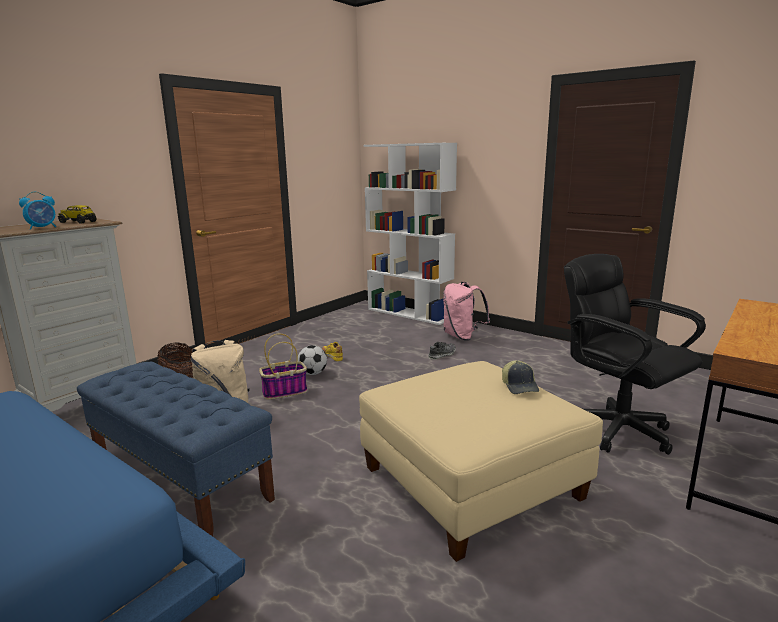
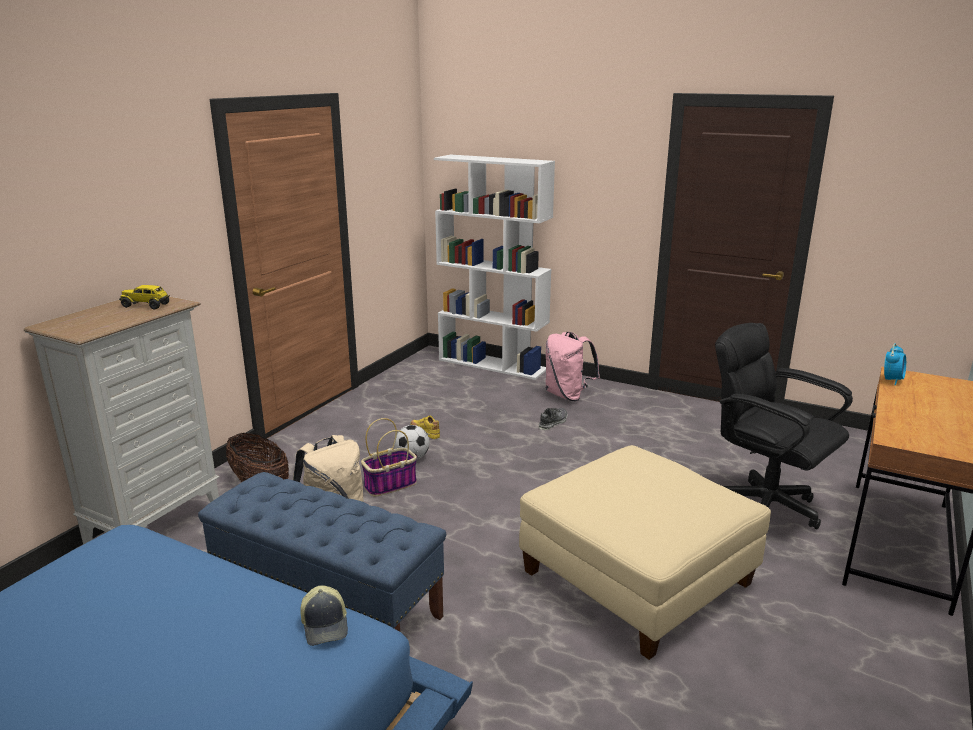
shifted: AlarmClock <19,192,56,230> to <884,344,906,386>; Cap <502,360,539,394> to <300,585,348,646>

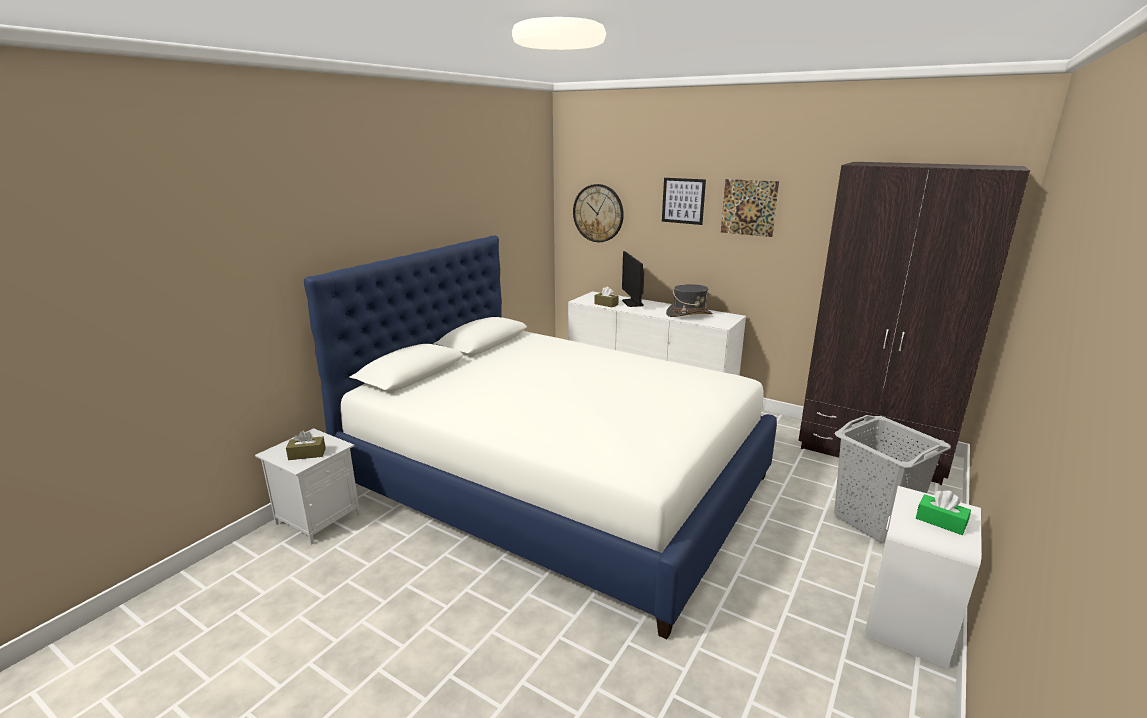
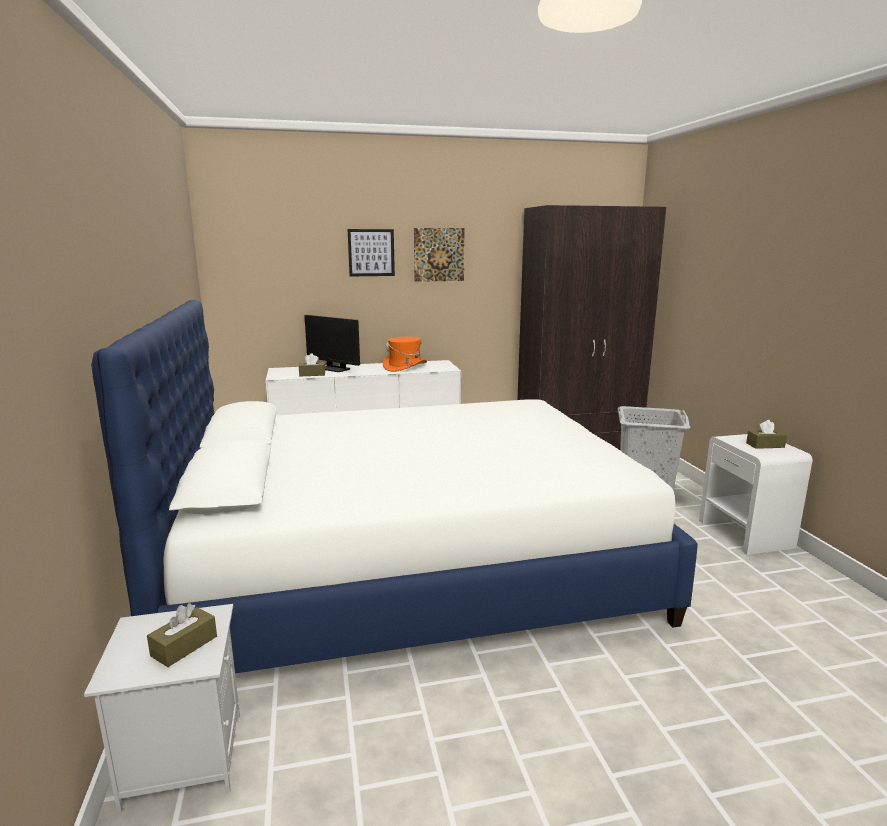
gone: WallClock <573,184,624,242>
repainted: GreyHat <666,284,713,317> to OrangeHat <383,337,427,372>; GreenTissueBox <916,490,971,535> to BrownTissueBox <746,420,787,449>

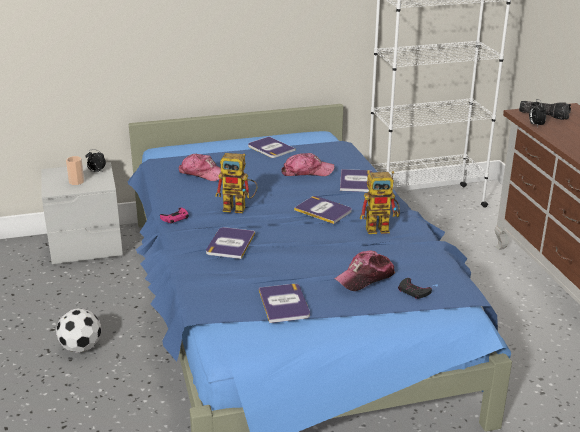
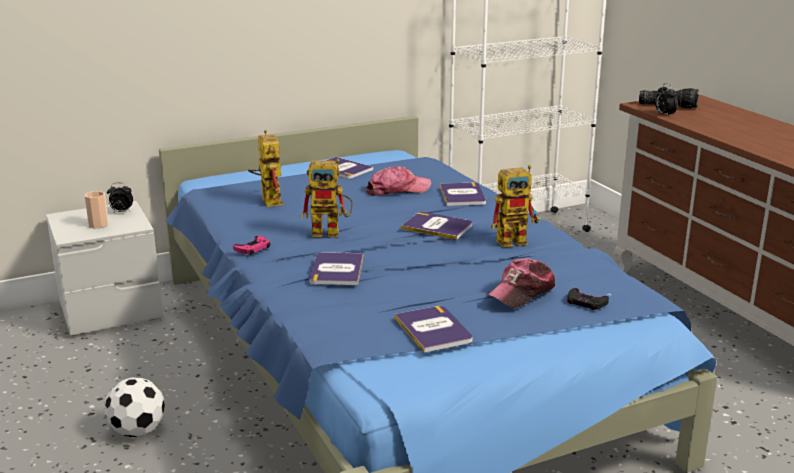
swapped: Cap <179,154,221,181> to ToyRobot <248,130,284,207>

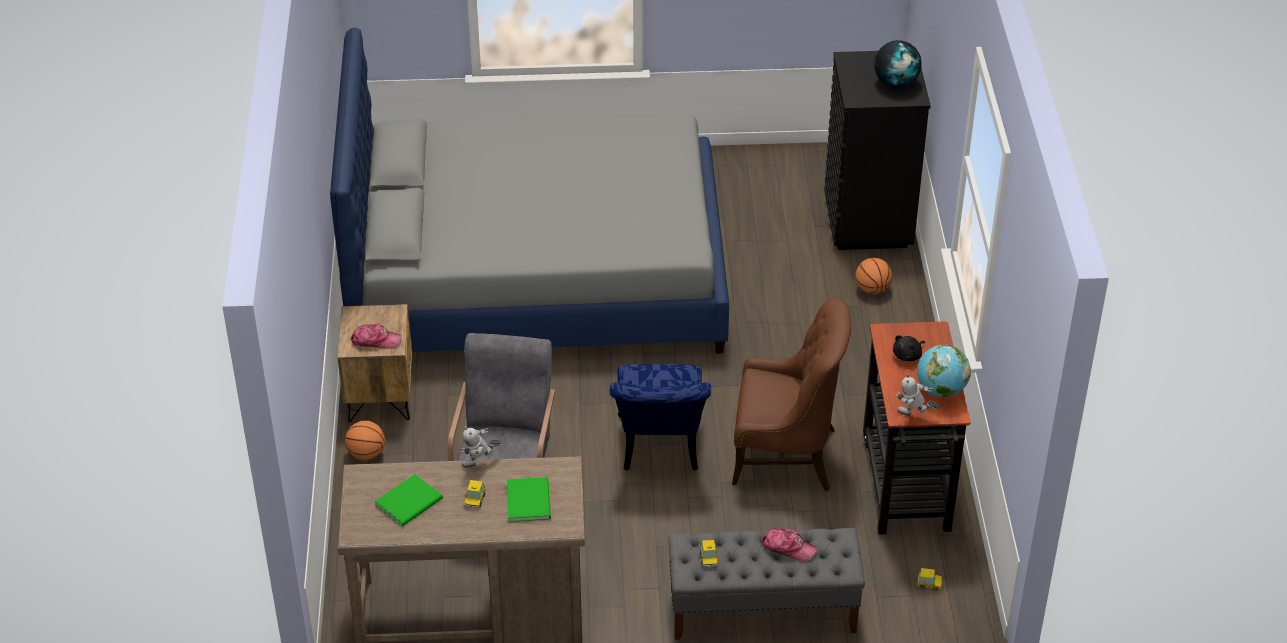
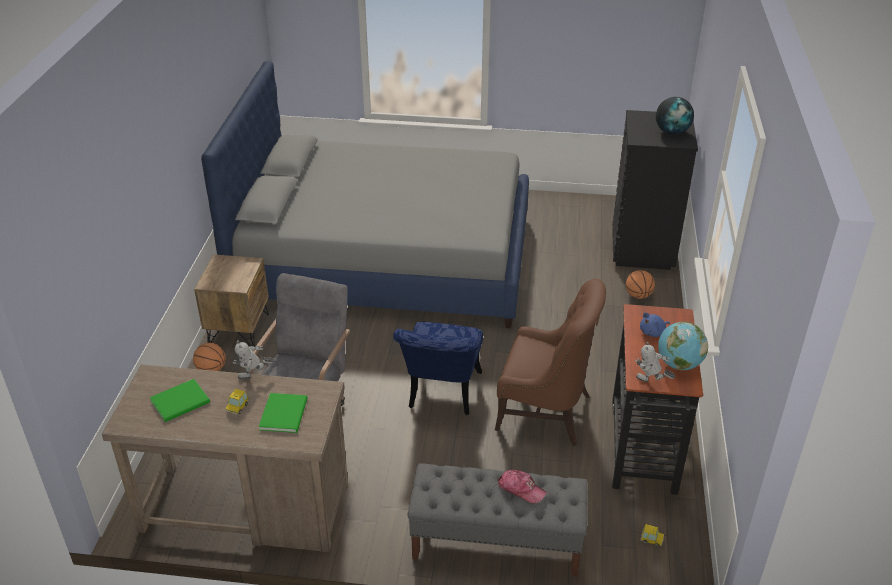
gone: Cap <351,324,402,349>; ToyCar <700,540,719,567>
repainted: BlackPlushToy <893,335,925,361> to BluePlushToy <640,312,670,337>

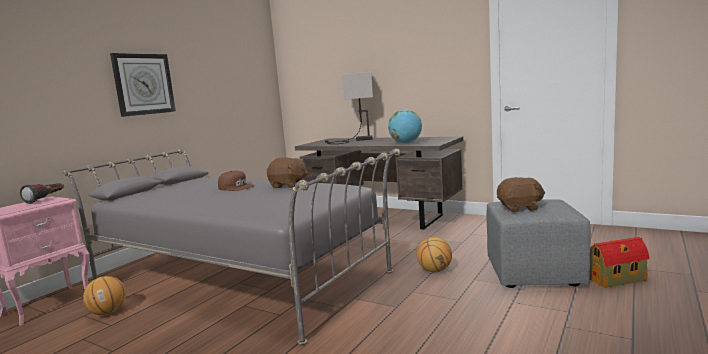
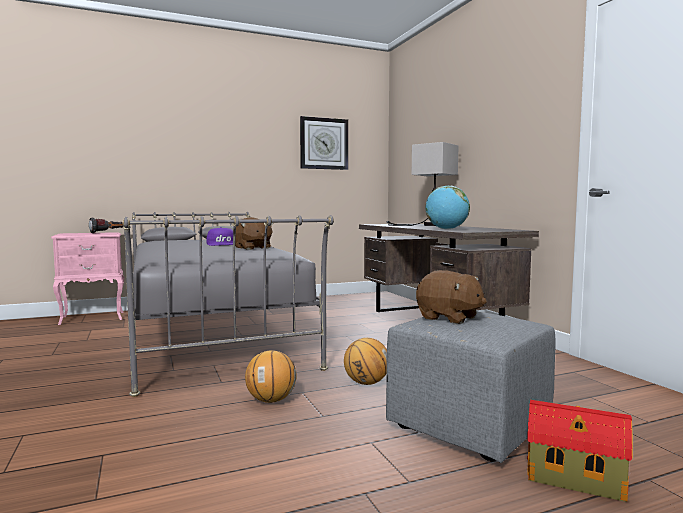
shifted: Basketball <83,276,126,315> to <245,350,297,403>; WallClock <110,53,176,117> to <300,116,348,170>
repainted: BrownCap <218,171,255,191> to PurpleCap <206,227,233,246>

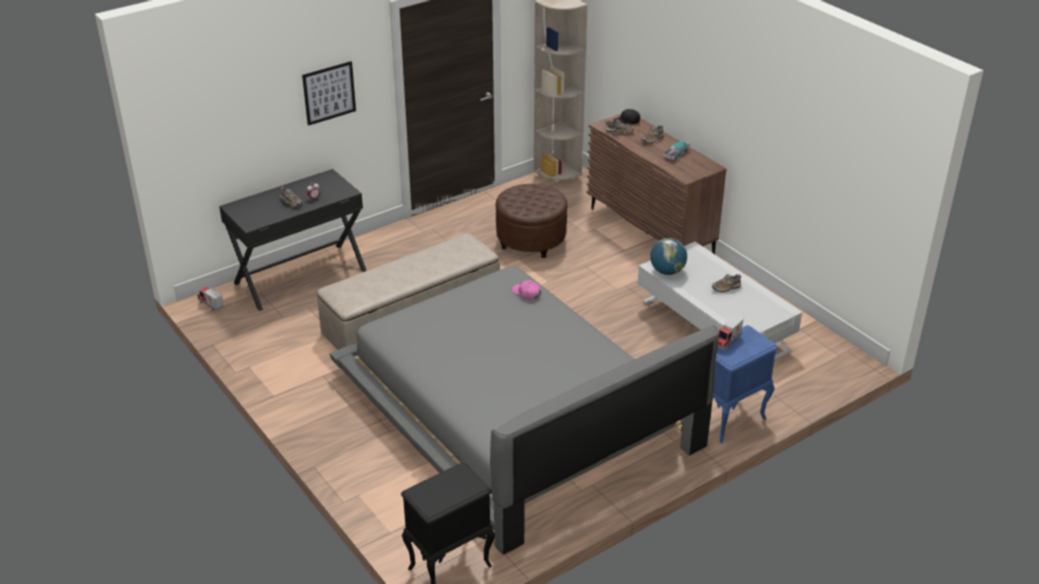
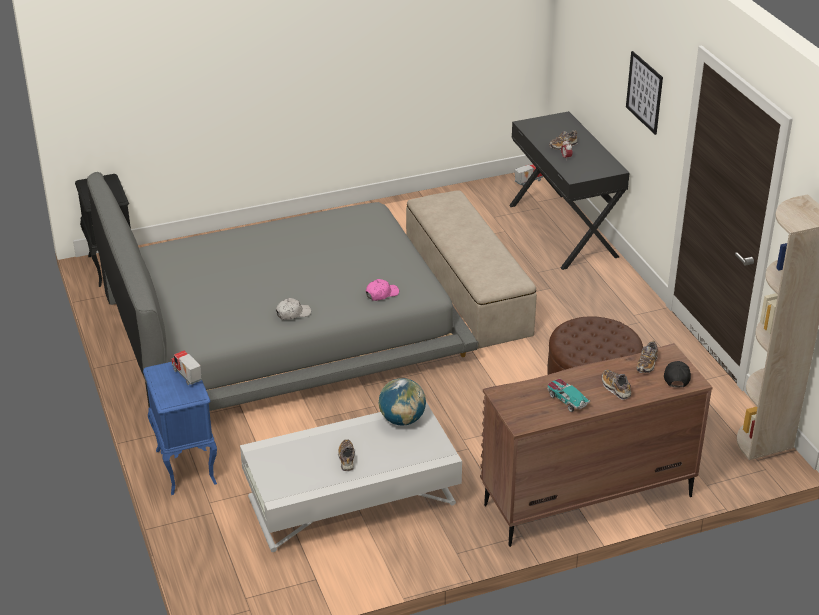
new: WhiteCap <276,298,311,320>

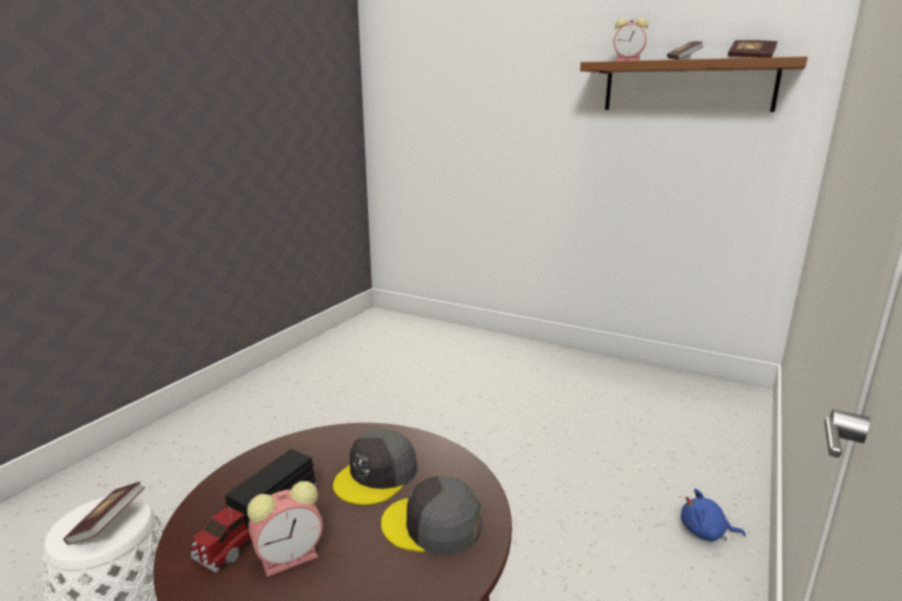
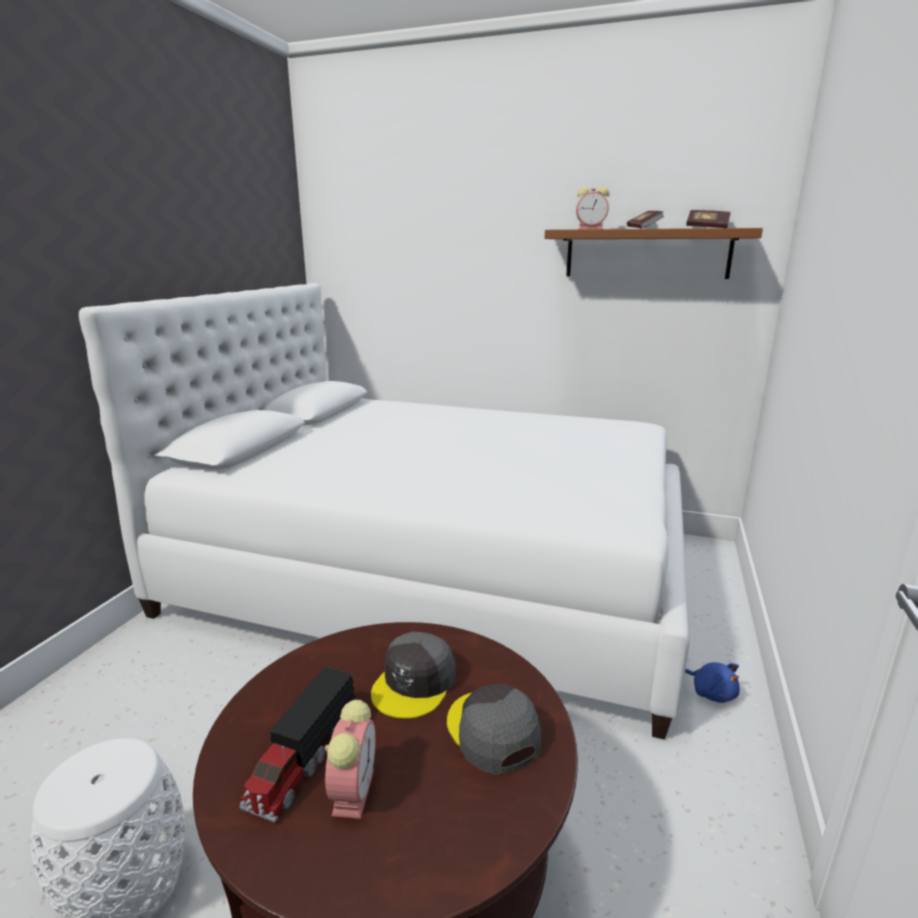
gone: Book <63,482,145,545>
new: WhiteBed <79,283,690,740>
rotated: AlarmClock <247,481,323,577> = <325,700,376,819> 45 degrees counterclockwise; GreyCap <381,476,482,555> = <447,684,541,774> 60 degrees clockwise; BluePlushToy <681,489,746,541> = <685,662,740,703> 135 degrees counterclockwise

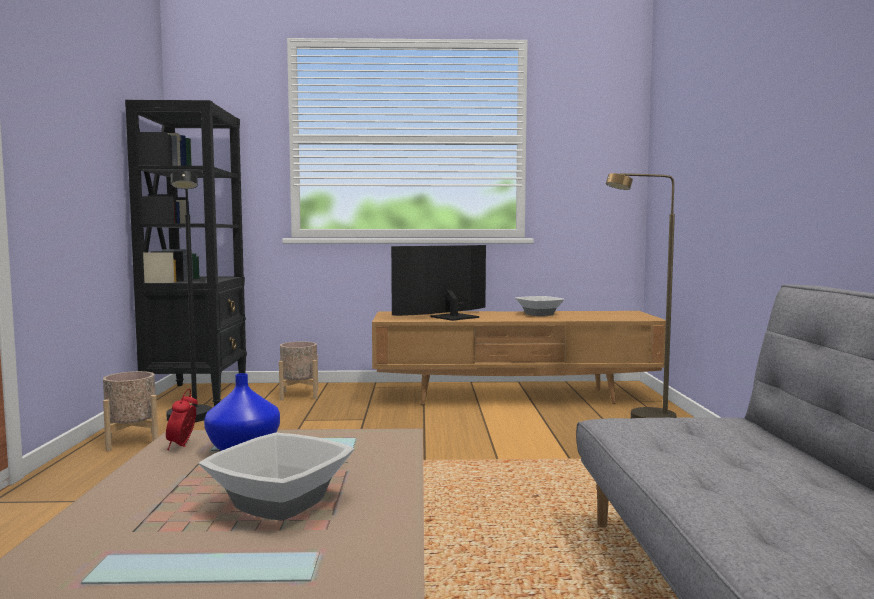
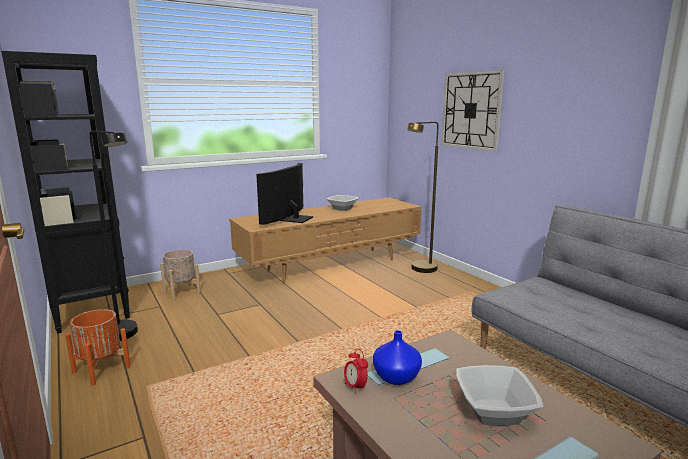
new: WallClock <441,70,505,151>
repainted: BeigePlanter <103,371,158,451> to OrangePlanter <65,309,131,385>

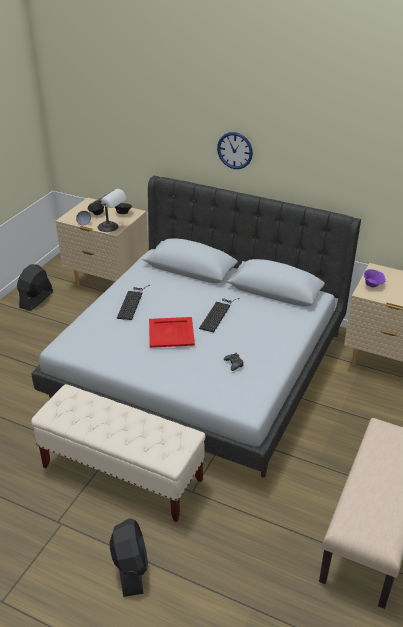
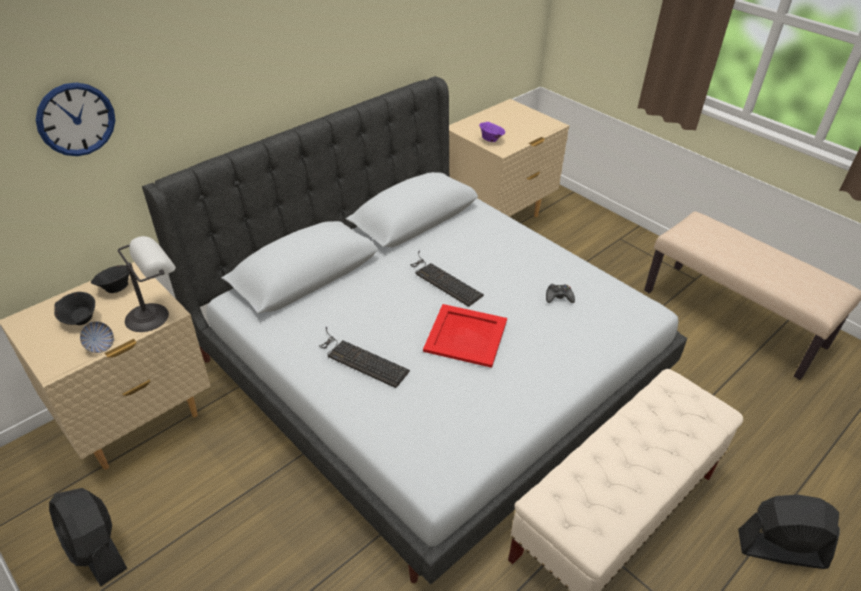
shifted: WallClock <217,132,253,169> to <36,82,115,156>

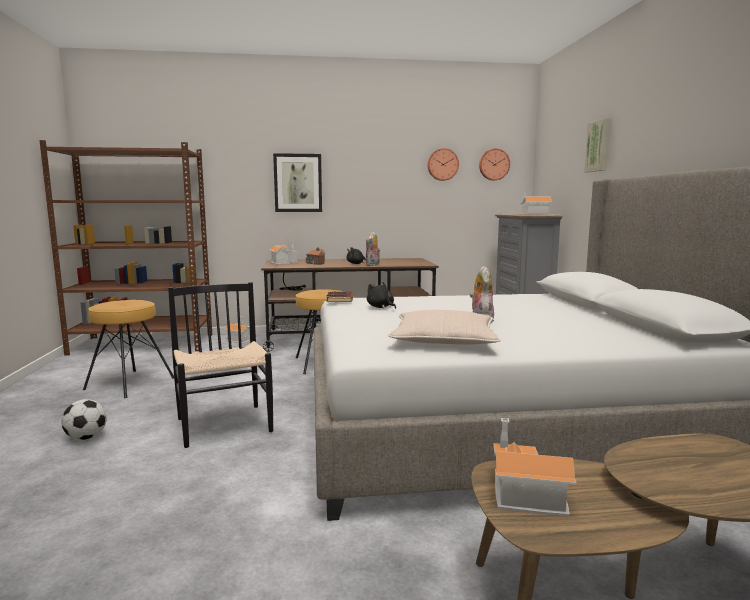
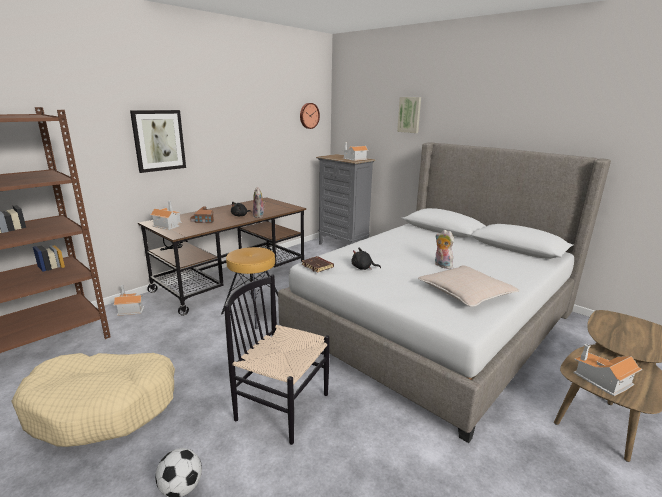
gone: WallClock <428,148,459,181>
swapped: BrownStool <83,300,174,398> to BeigeDogBed <11,353,175,447>

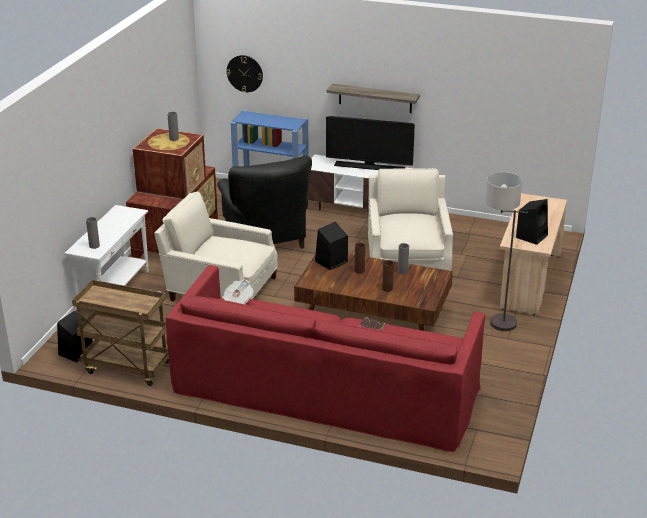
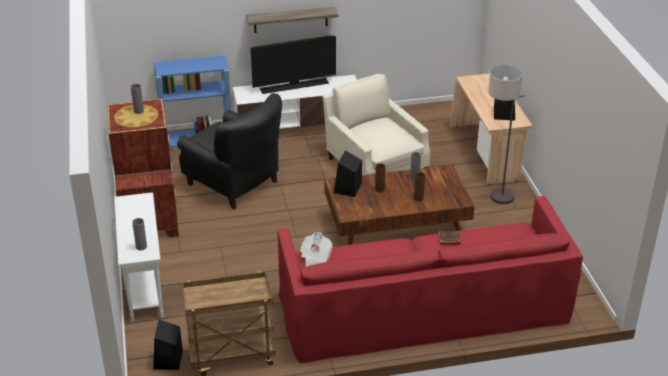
gone: BeigeArmchair <154,191,278,301>; WallClock <226,55,263,92>

